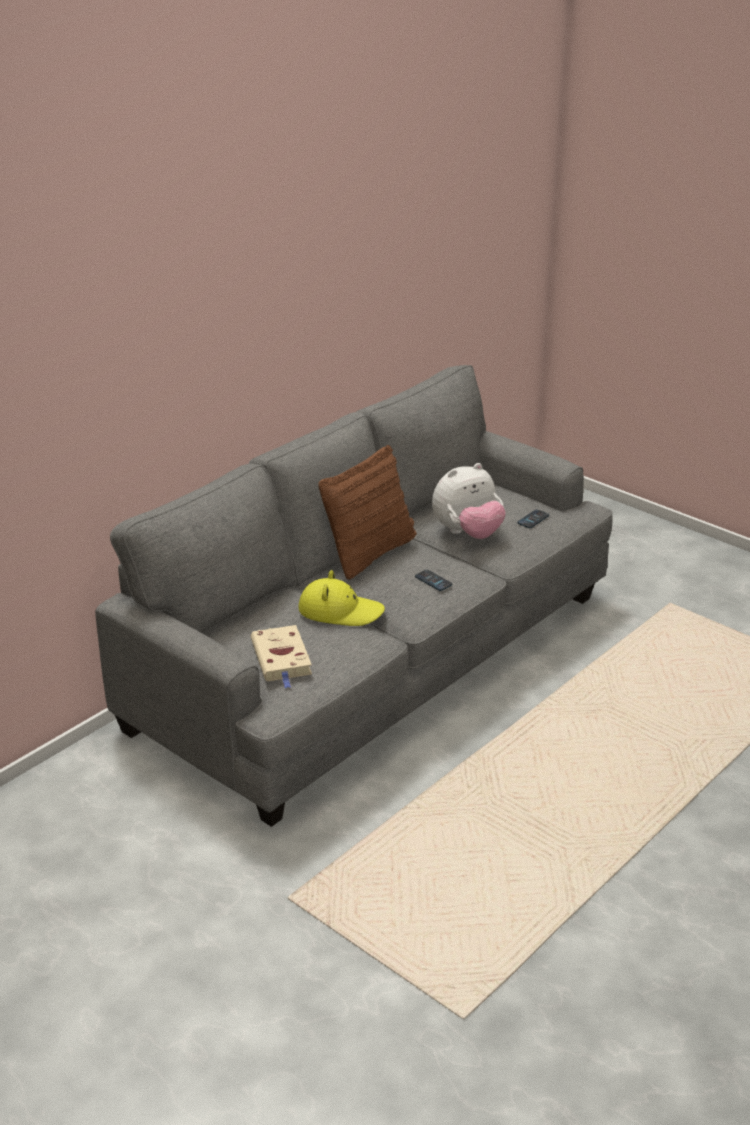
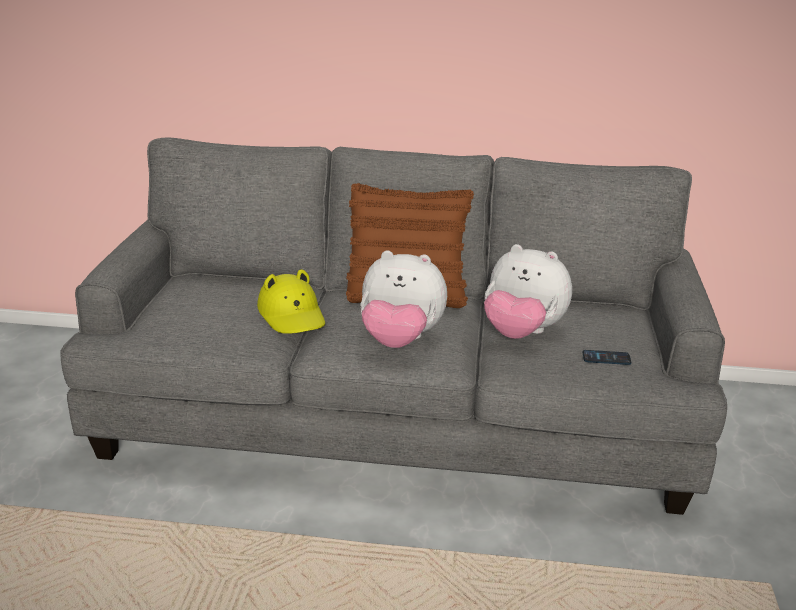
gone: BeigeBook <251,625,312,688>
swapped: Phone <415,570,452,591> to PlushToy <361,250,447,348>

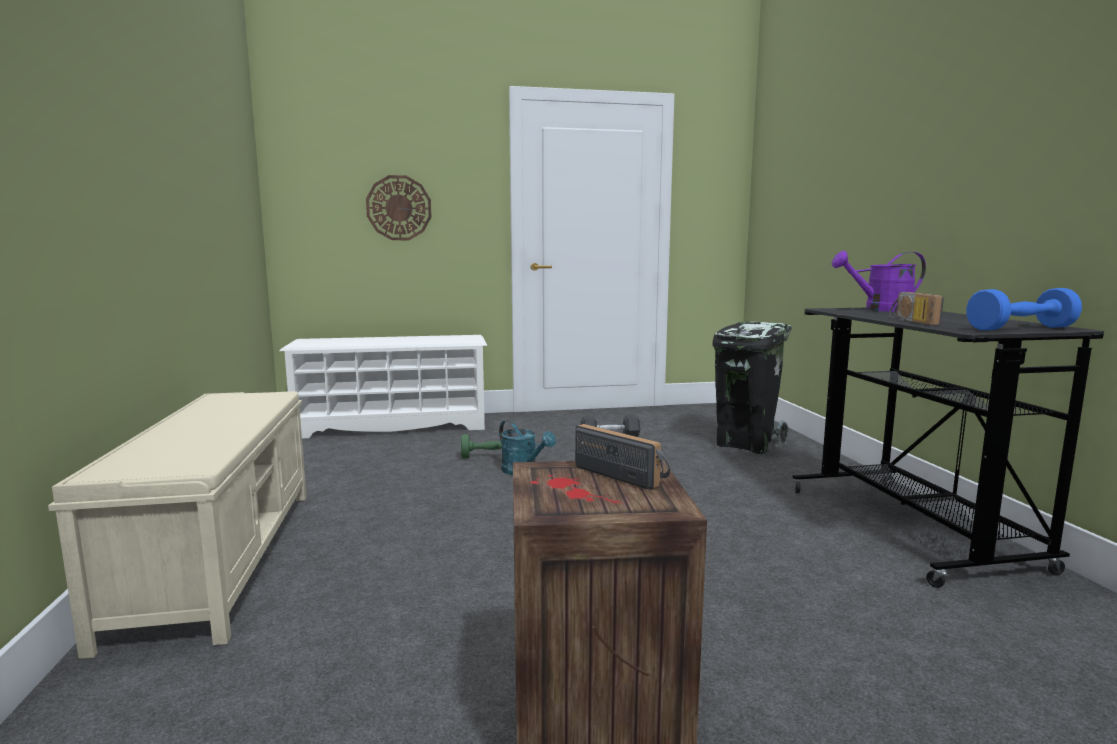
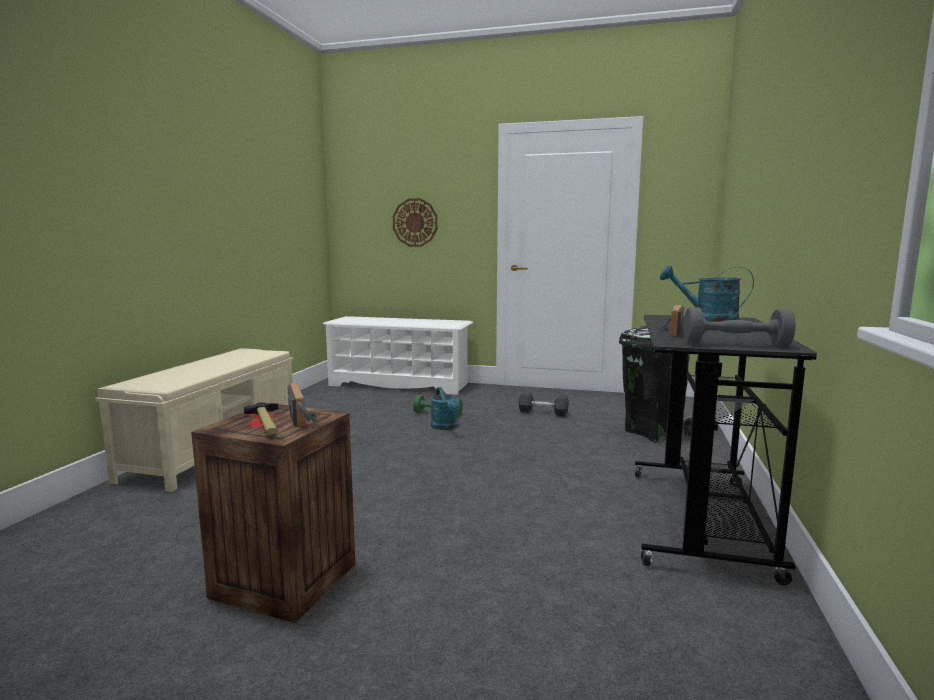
new: Hammer <244,402,278,435>
repainted: PurpleWateringCan <832,251,926,312> to TurquoiseWateringCan <660,265,754,322>; BlueDumbbell <966,288,1082,331> to GreyDumbbell <683,307,796,346>

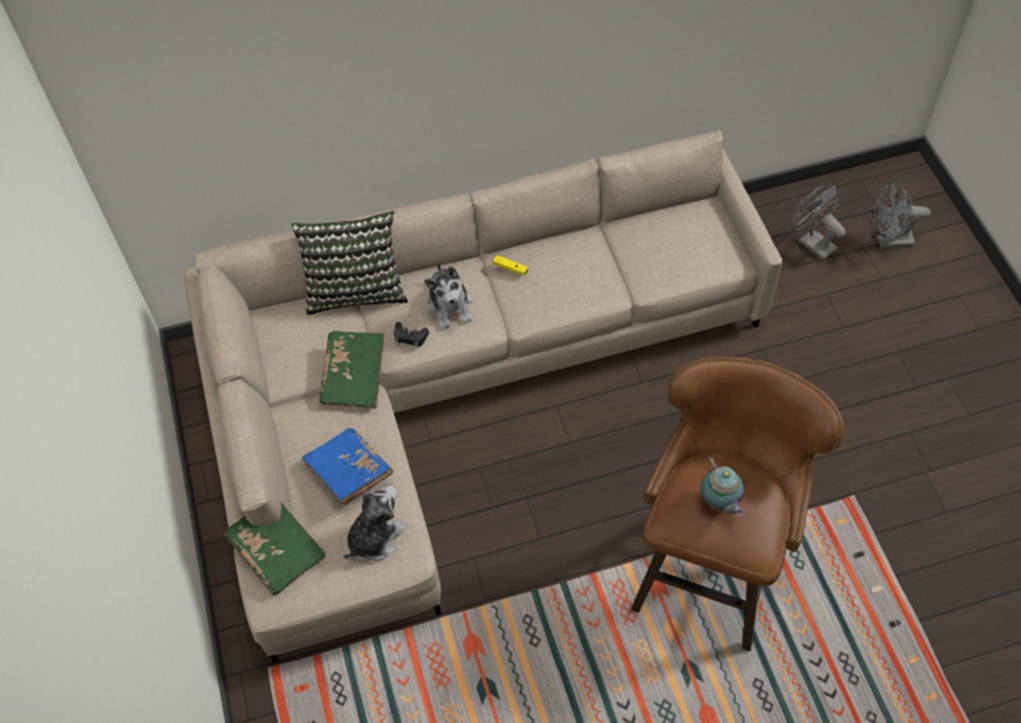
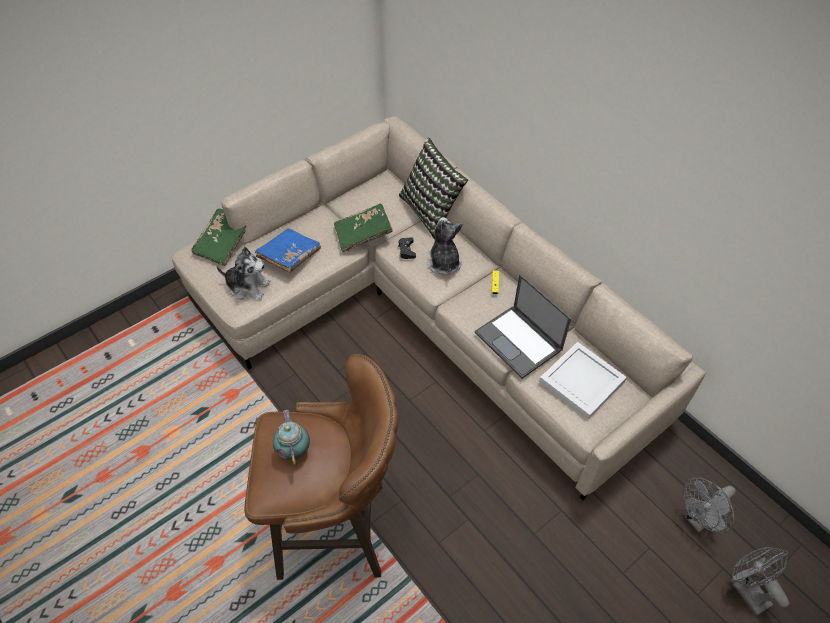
new: Laptop <475,274,571,379>; WhiteTray <539,342,627,419>
rotated: PlushToy <424,261,473,330> = <427,217,463,275> 120 degrees clockwise; Teapot <701,456,744,516> = <273,410,310,466> 120 degrees clockwise; GreyFan <793,186,846,260> = <683,477,736,533> 150 degrees counterclockwise

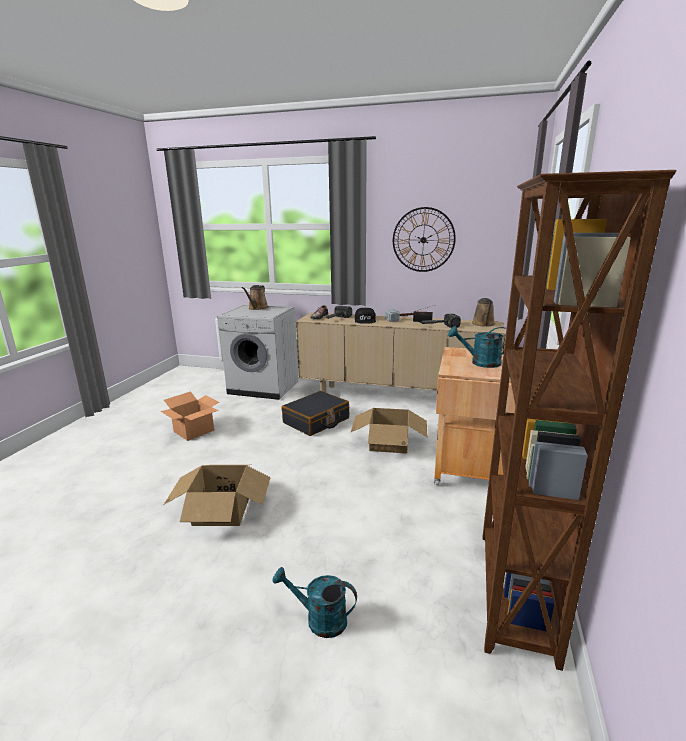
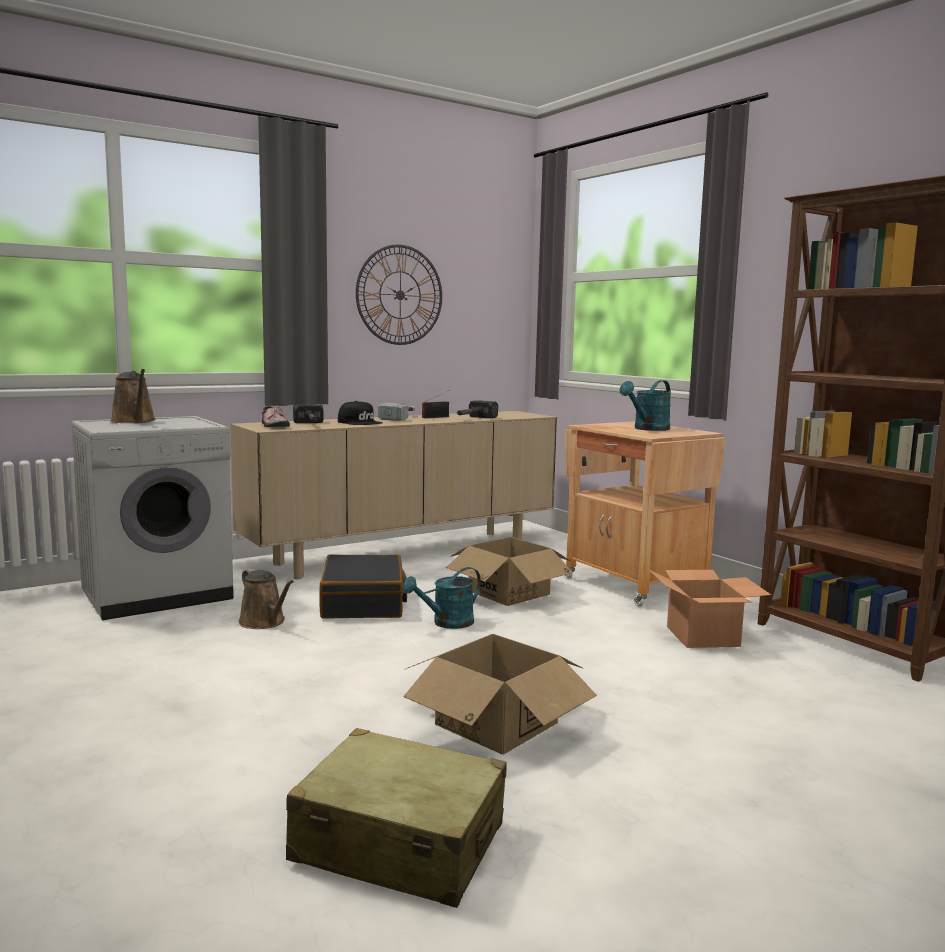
new: BeigeSuitcase <286,728,507,908>
shifted: CardboardBox <160,392,219,441> to <648,569,771,648>; TurquoiseWateringCan <272,567,357,638> to <402,567,481,629>; BrownWateringCan <472,298,495,327> to <239,569,294,629>

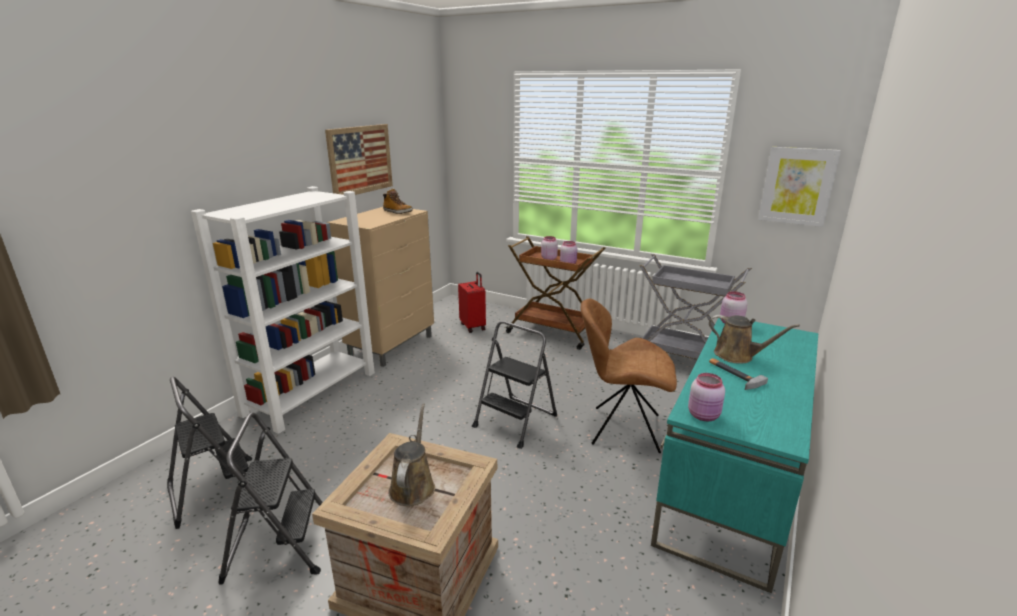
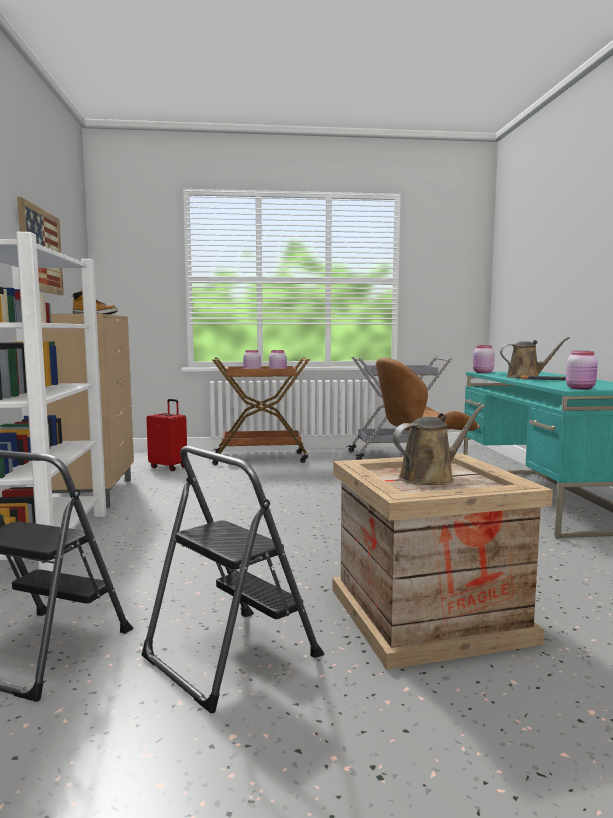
gone: BlackStepLadder <472,321,557,449>; Picture <758,147,841,227>
rotated: BrownWateringCan <388,404,435,506> = <393,404,485,485> 90 degrees clockwise

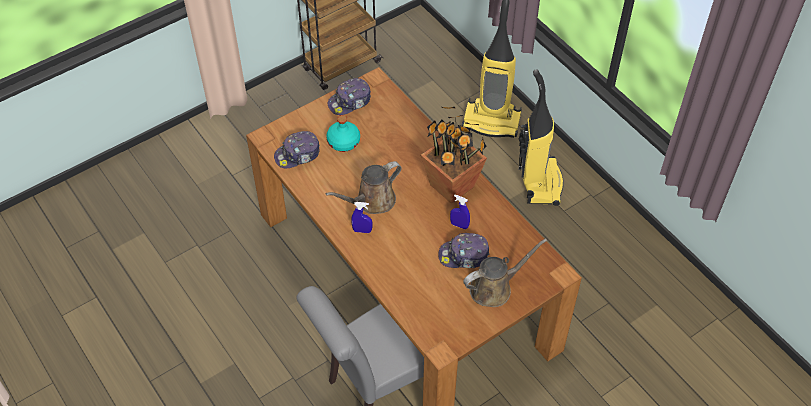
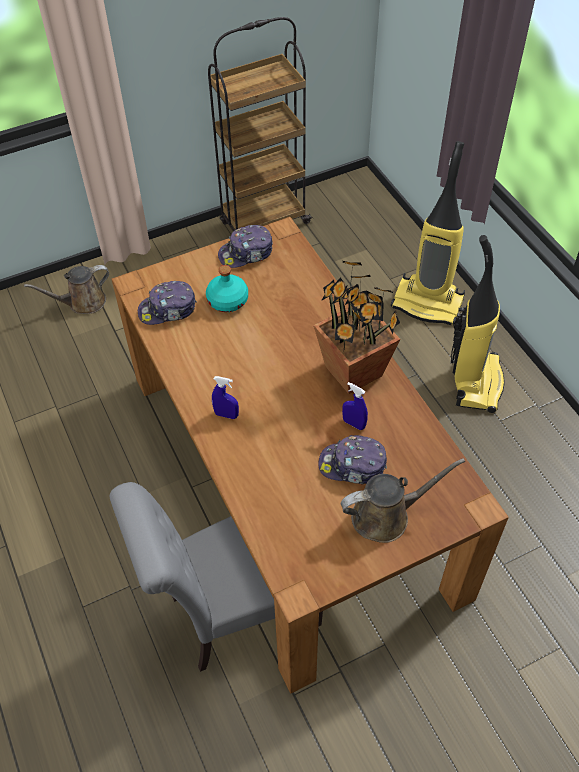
shifted: BrownWateringCan <326,161,402,214> to <24,265,109,314>

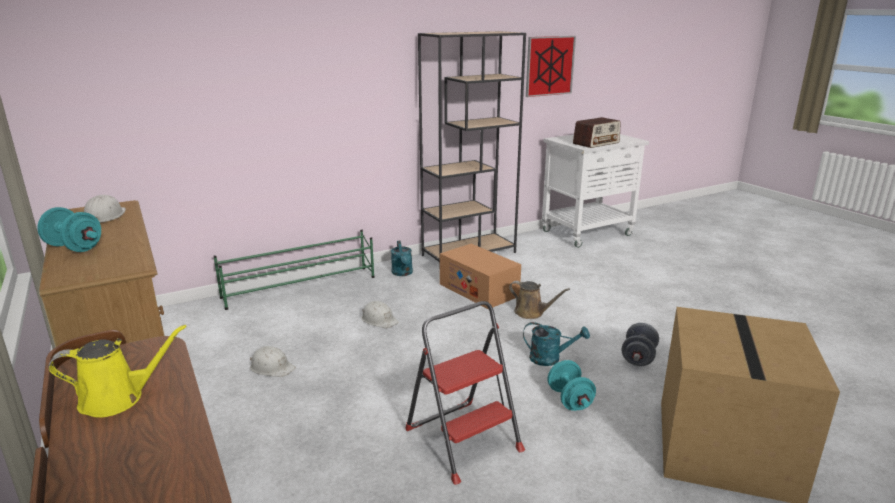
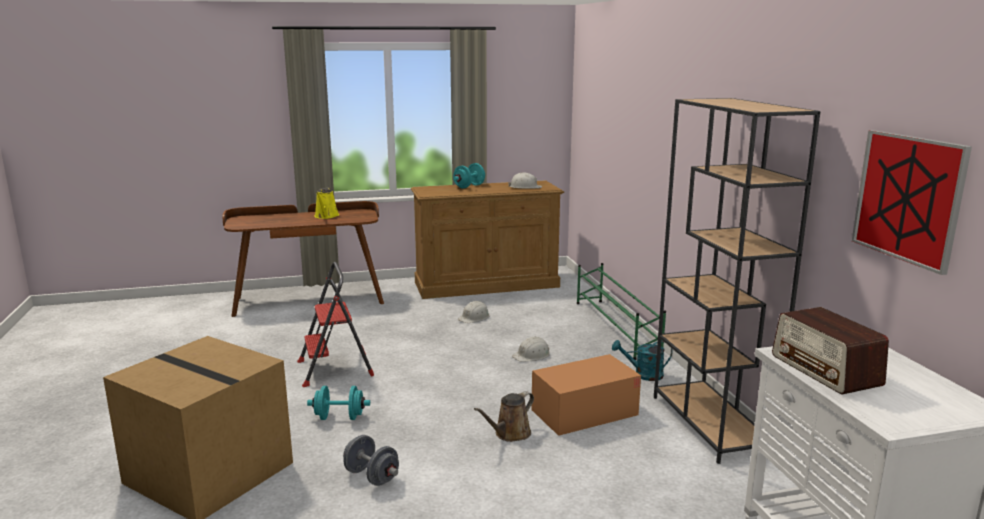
gone: TurquoiseWateringCan <523,322,590,366>

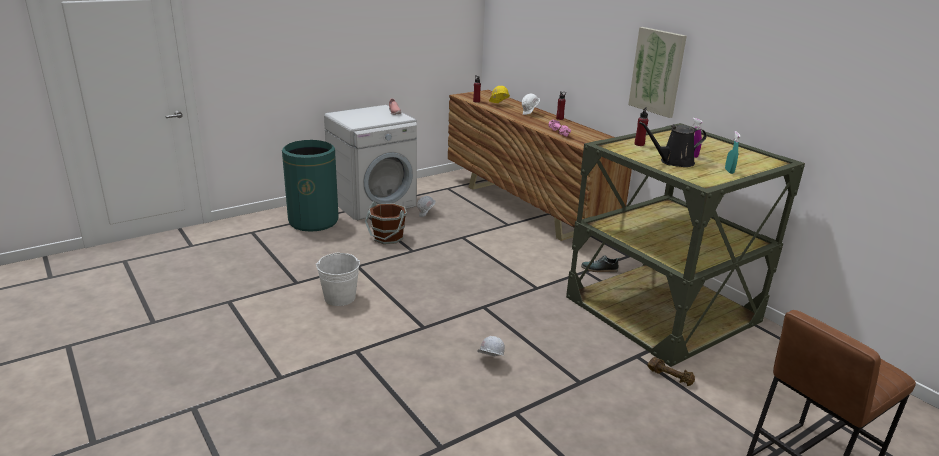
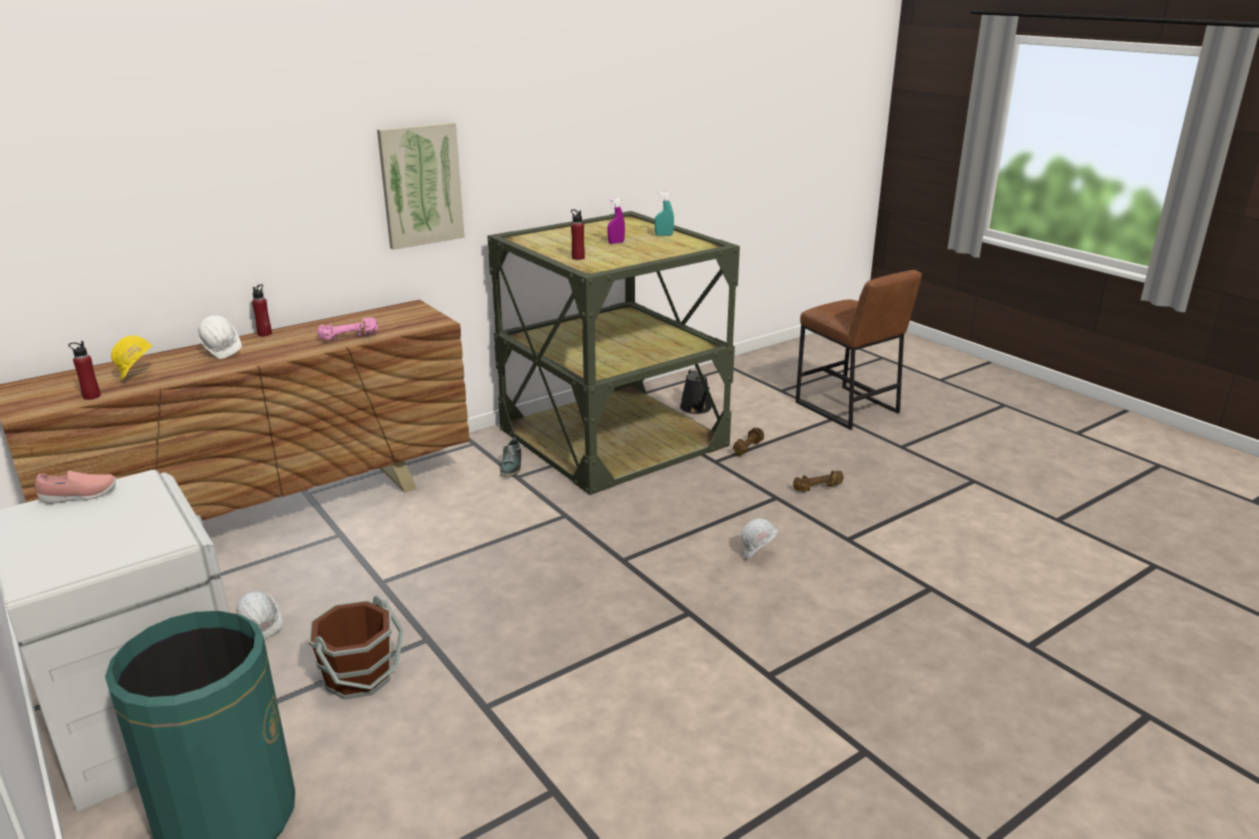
gone: WhiteBucket <316,253,360,306>
new: BrownDumbbell <793,470,844,492>
shifted: BlackWateringCan <639,122,707,167> to <680,369,712,414>

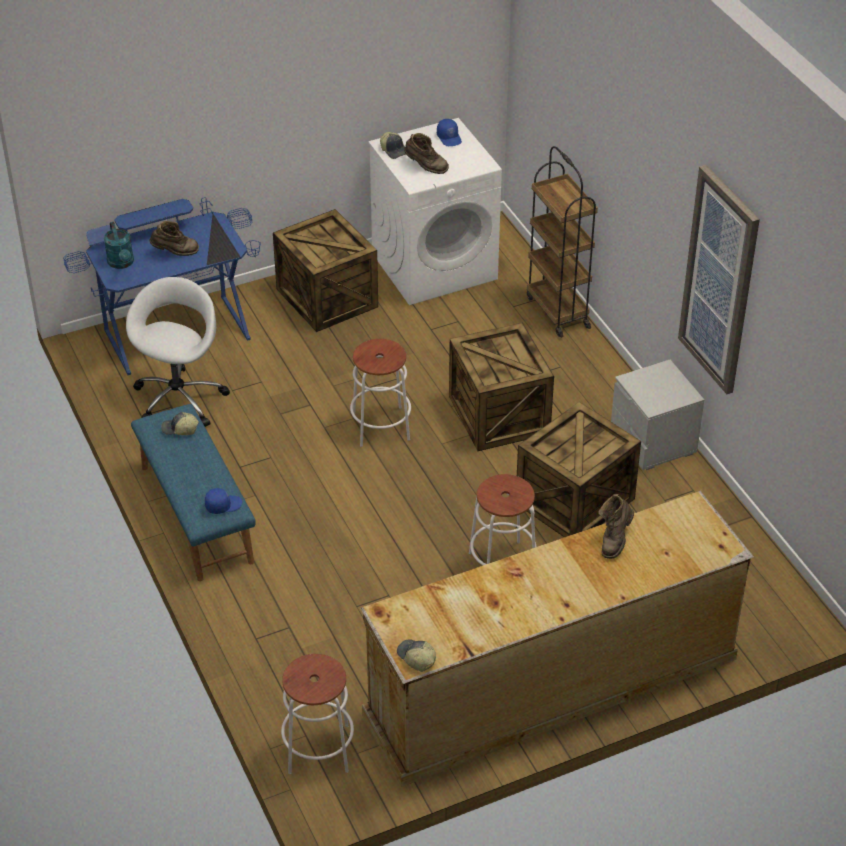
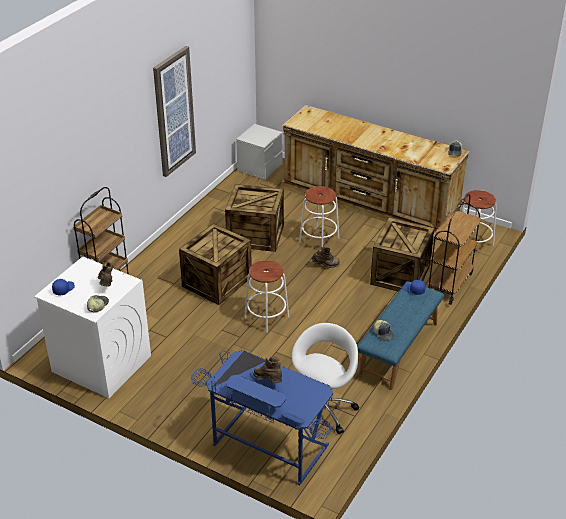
gone: TurquoiseWateringCan <104,222,134,269>
new: BrownCart <427,194,482,305>
shifted: Crate <273,209,378,332> to <370,218,435,292>; BrownBoot <598,494,634,559> to <311,247,340,268>; WhiteNightstand <611,360,704,470> to <236,124,283,180>
rotated: WhiteOfficeChair <126,277,230,427> = <292,323,359,434> 135 degrees clockwise

